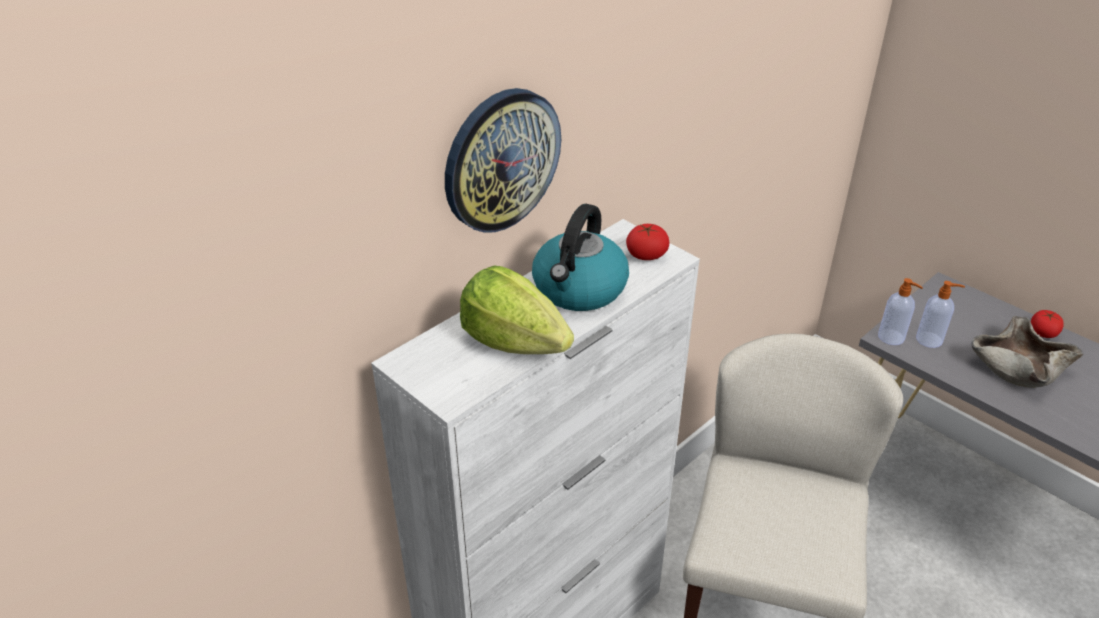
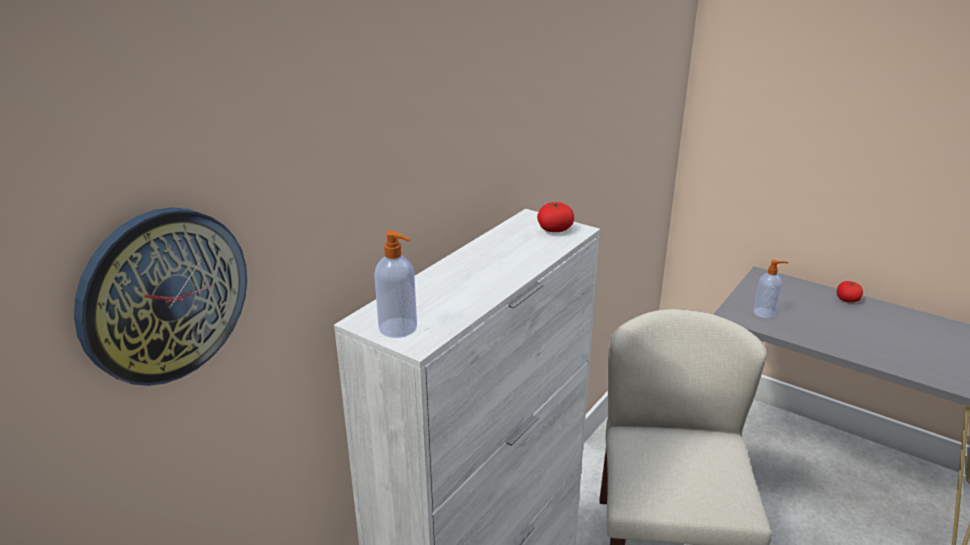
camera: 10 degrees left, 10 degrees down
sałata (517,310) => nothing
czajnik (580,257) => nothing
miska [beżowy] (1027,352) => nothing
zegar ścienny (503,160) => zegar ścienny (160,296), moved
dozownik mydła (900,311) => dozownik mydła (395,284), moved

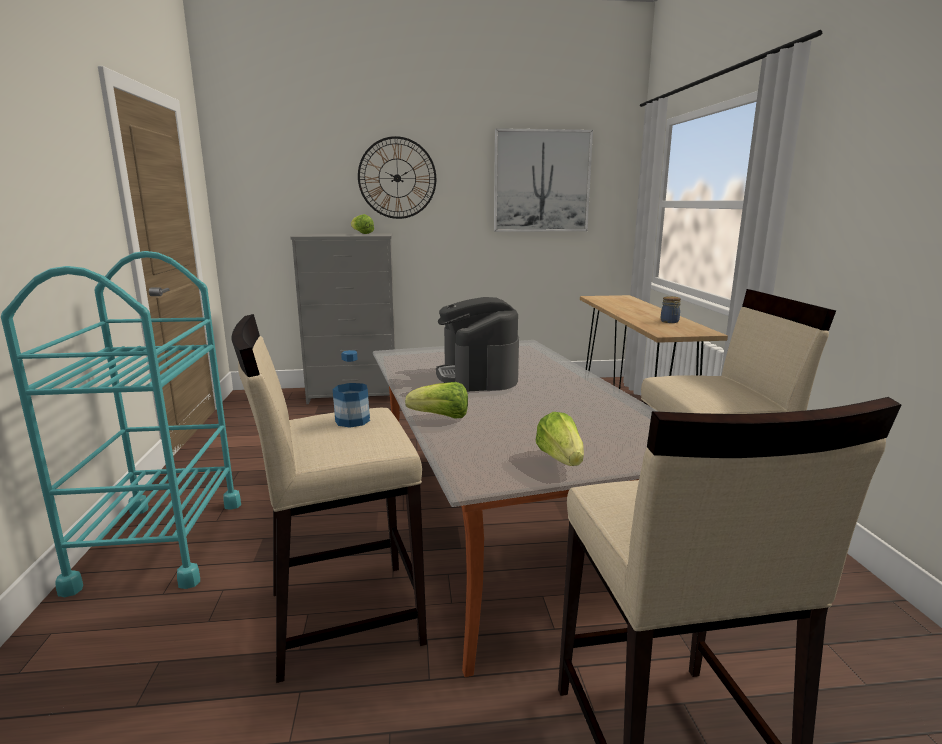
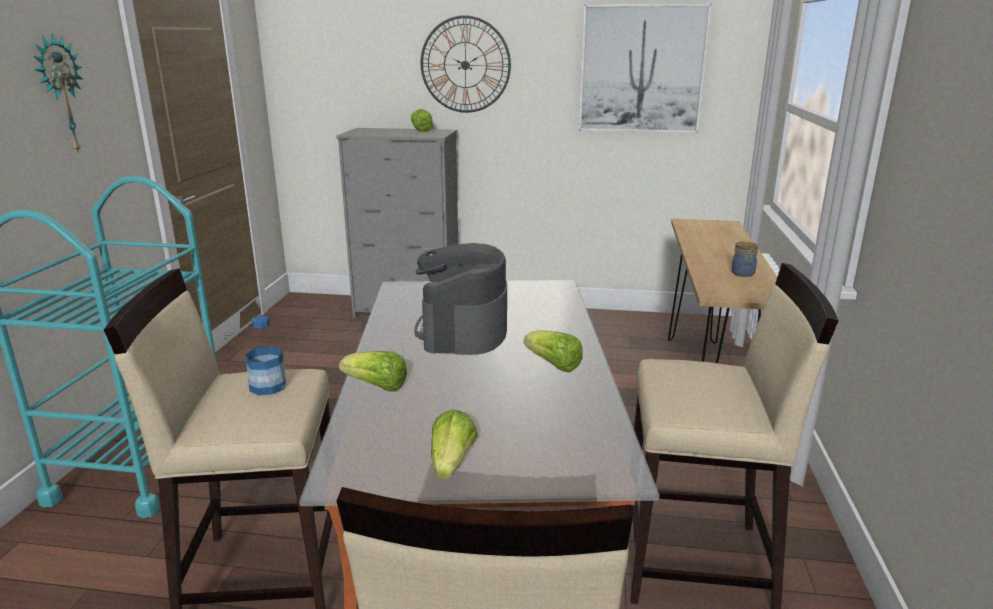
camera: 15 degrees right, 5 degrees up
nothing => zegar ścienny (58,94)
nothing => sałata (553,351)

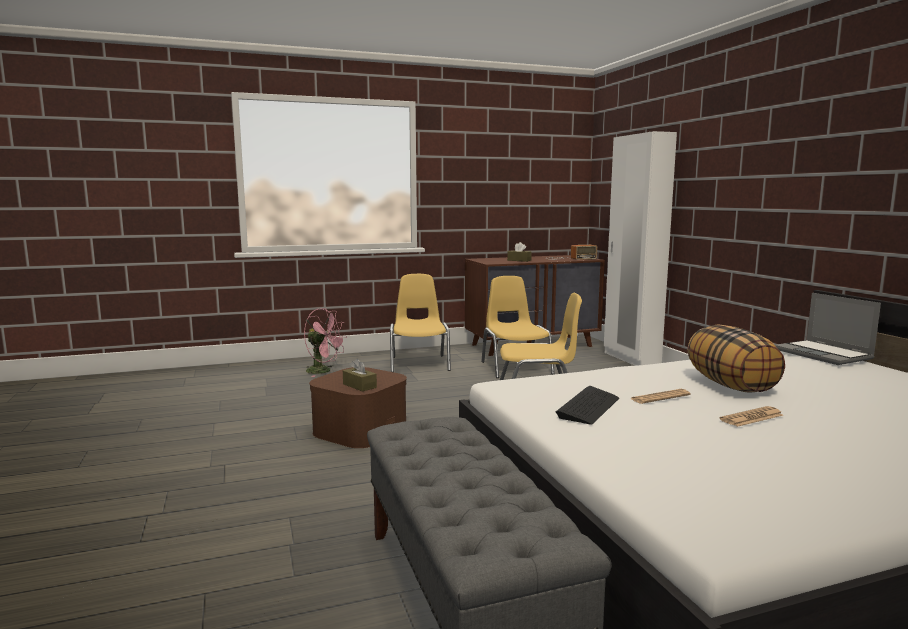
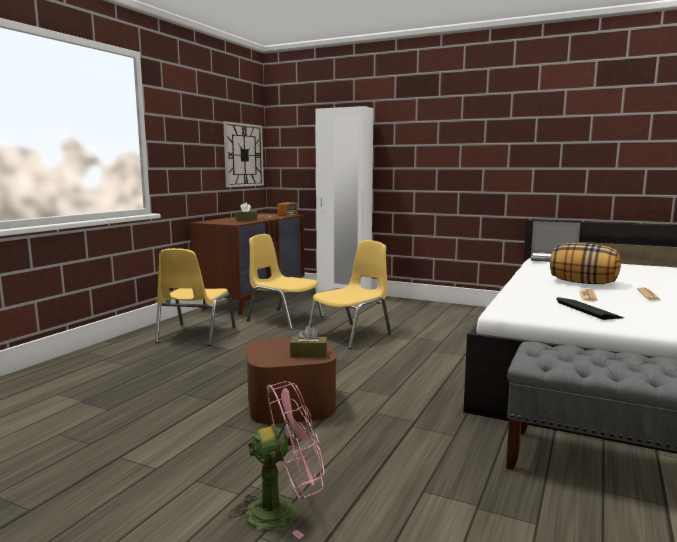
camera: 45 degrees left, 0 degrees up
nothing => zegar ścienny (243,154)
wentylator [różowy] (325,342) => wentylator [różowy] (276,460), moved
krzesło [żółty] (420,323) => krzesło [żółty] (195,297), 120 degrees counterclockwise

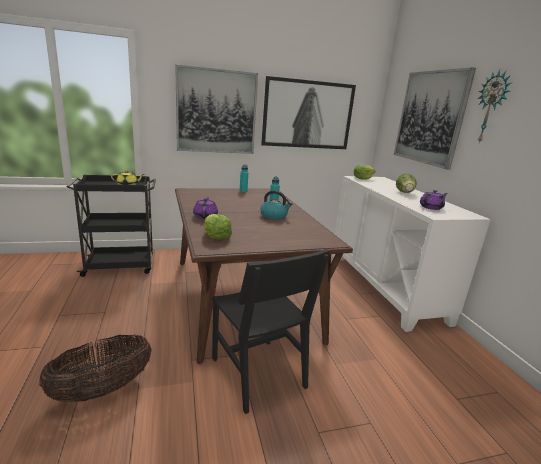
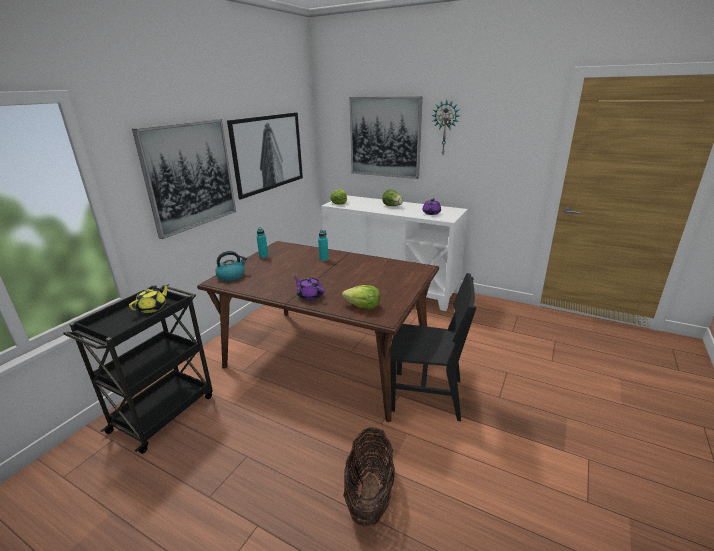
camera: 45 degrees left, 5 degrees up
czajnik (276,205) => czajnik (231,266), moved

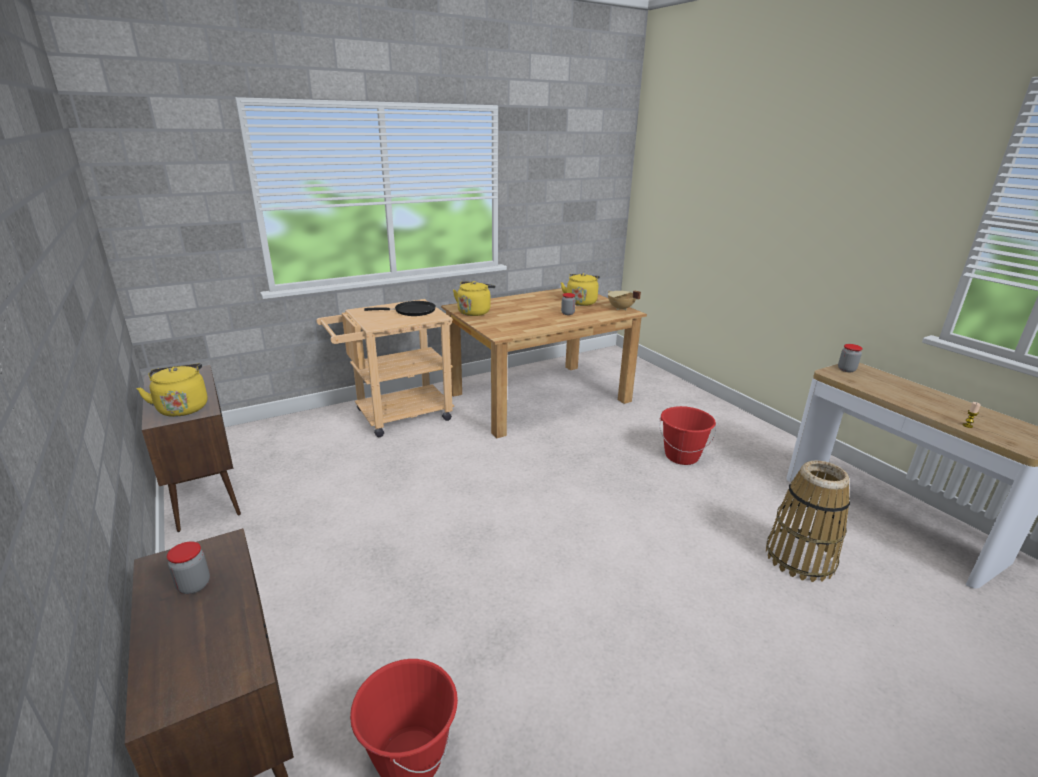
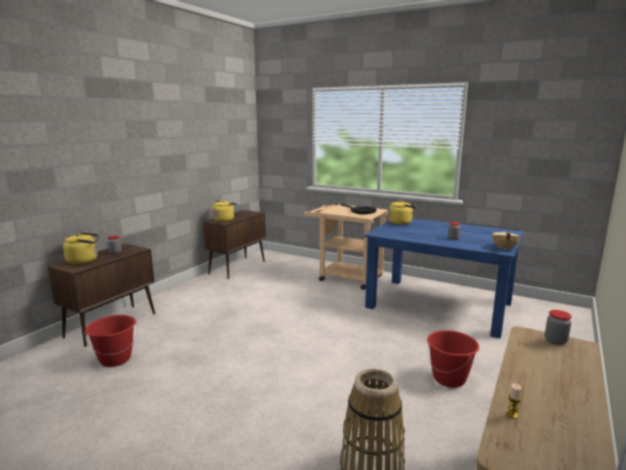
camera: 60 degrees right, 10 degrees down
czajnik [żółty] (580,289) => czajnik [żółty] (81,248), moved
stół jadalny [brązowy] (544,363) => stół jadalny [niebieski] (444,278)

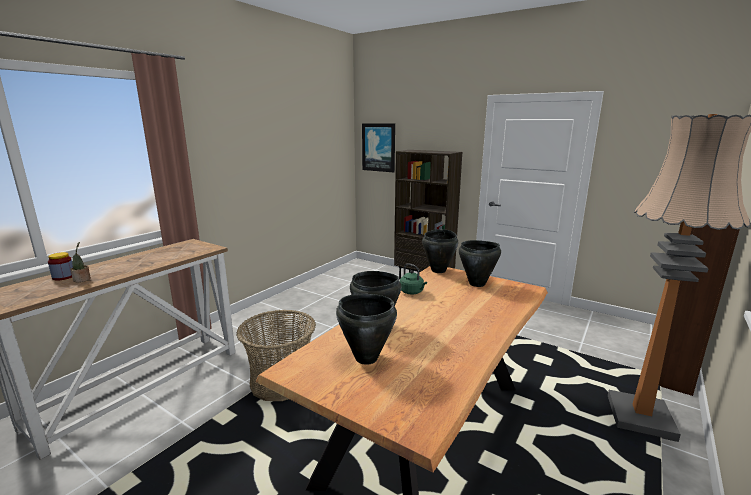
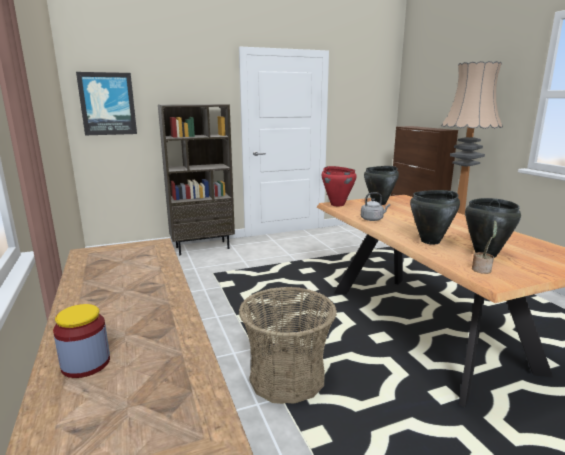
camera: 55 degrees left, 0 degrees up
roślina doniczkowa (80,262) => roślina doniczkowa (485,247), moved
czajnik [zielony] (413,278) => czajnik [szary] (375,206)
garnek [czarny] (440,251) => garnek [czerwony] (339,186)

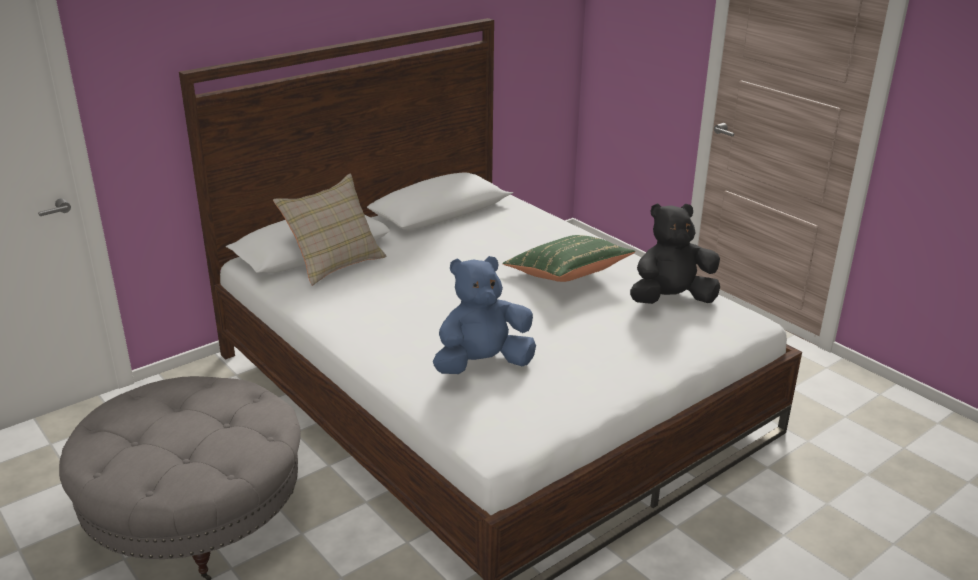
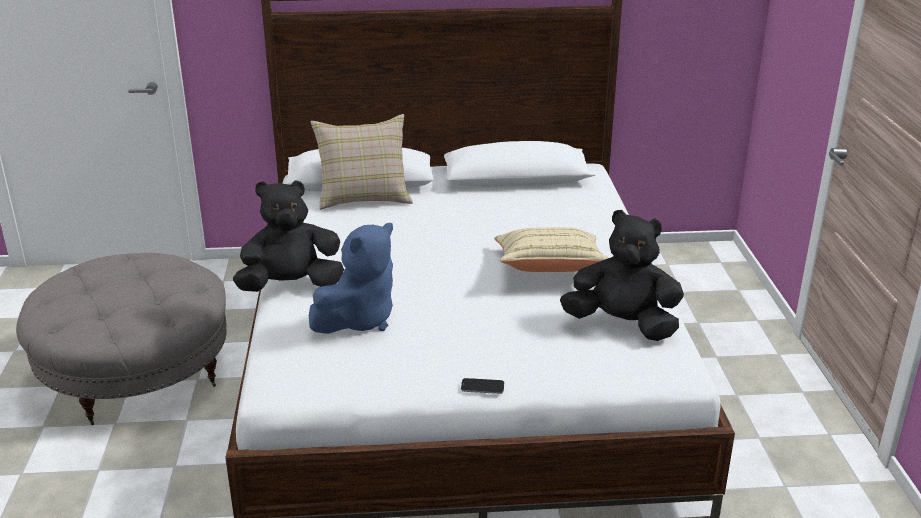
camera: 35 degrees right, 0 degrees up
nothing => pluszak [czarny] (288,236)
nothing => telefon (482,386)
poduszka [zielony] (569,258) => poduszka [beżowy] (551,249)
pluszak [niebieski] (484,315) => pluszak [niebieski] (351,278), 120 degrees clockwise

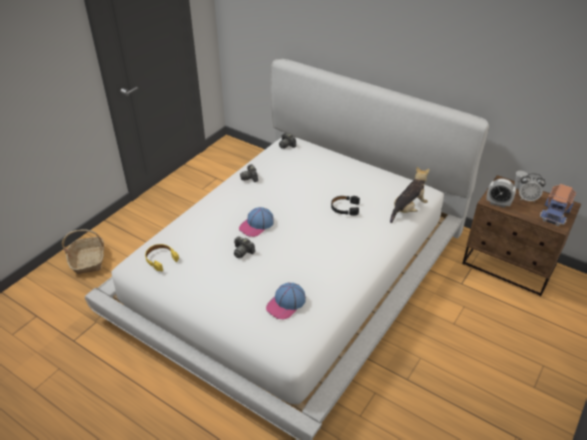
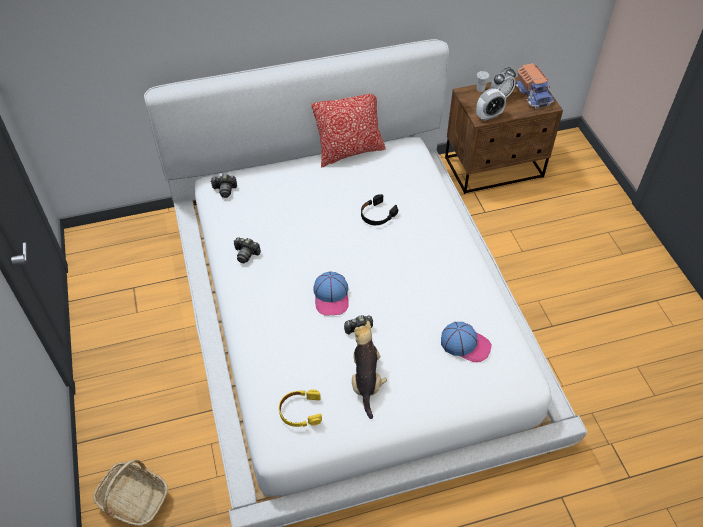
camera: 50 degrees left, 10 degrees up
nothing => poduszka (348,131)
pluszak (410,195) => pluszak (369,370), moved
czapka z daszkiem (286,301) => czapka z daszkiem (466,342), 60 degrees counterclockwise

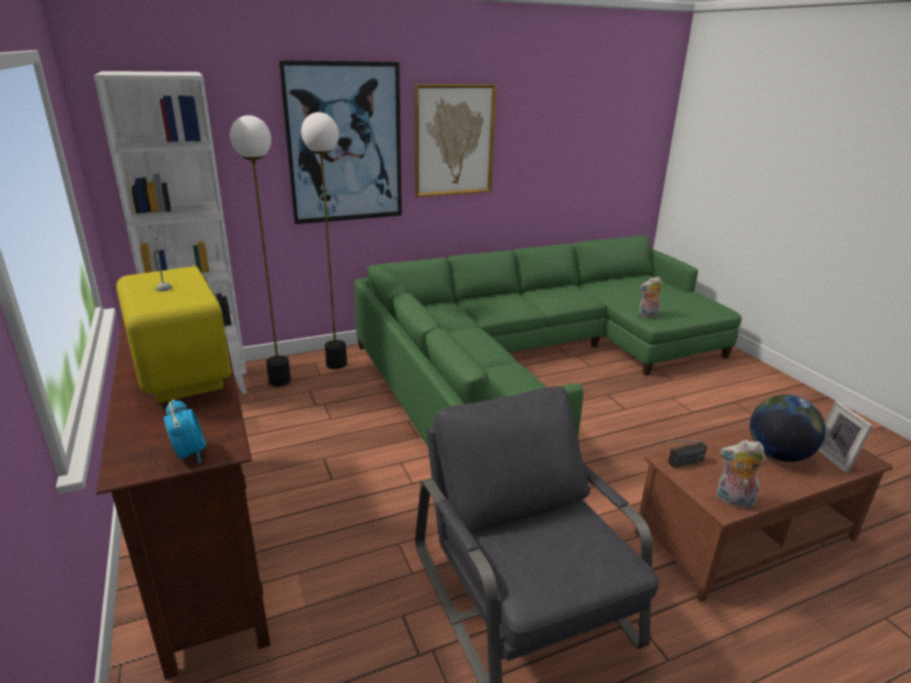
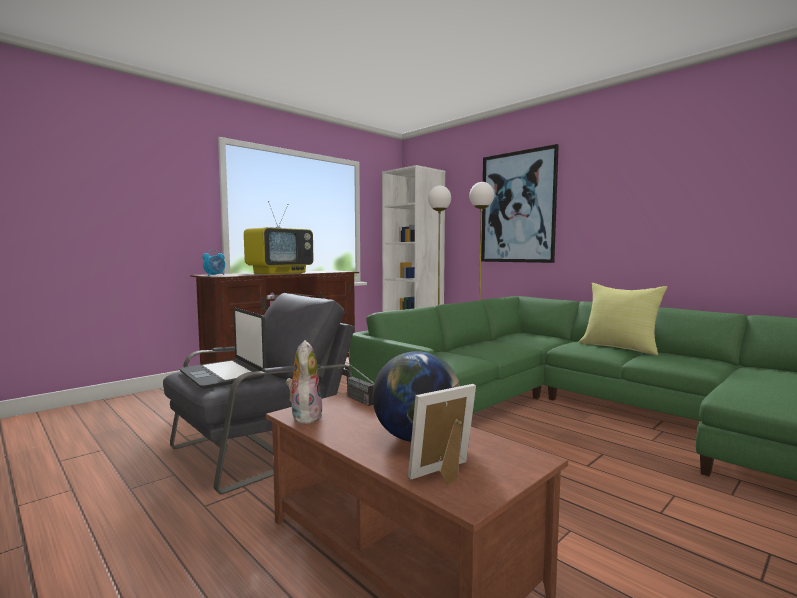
camera: 70 degrees right, 20 degrees down
obraz (456,140) => nothing
pluszak (650,297) => nothing
nothing => laptop (223,348)
nothing => poduszka [żółty] (623,319)

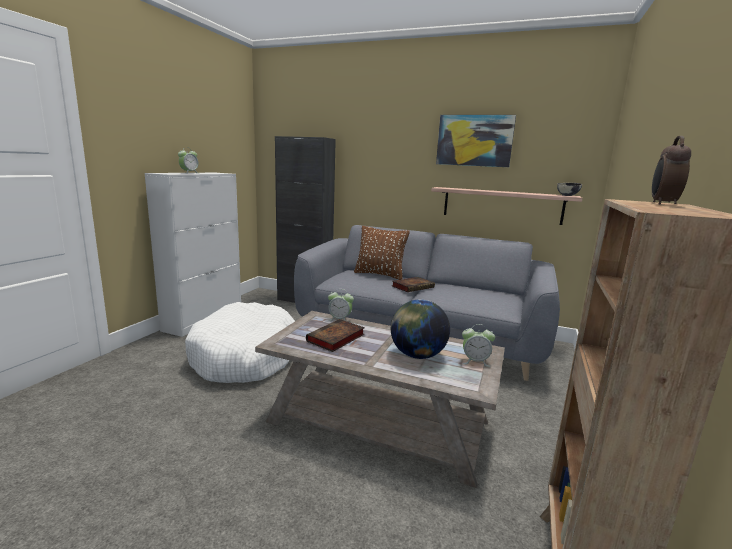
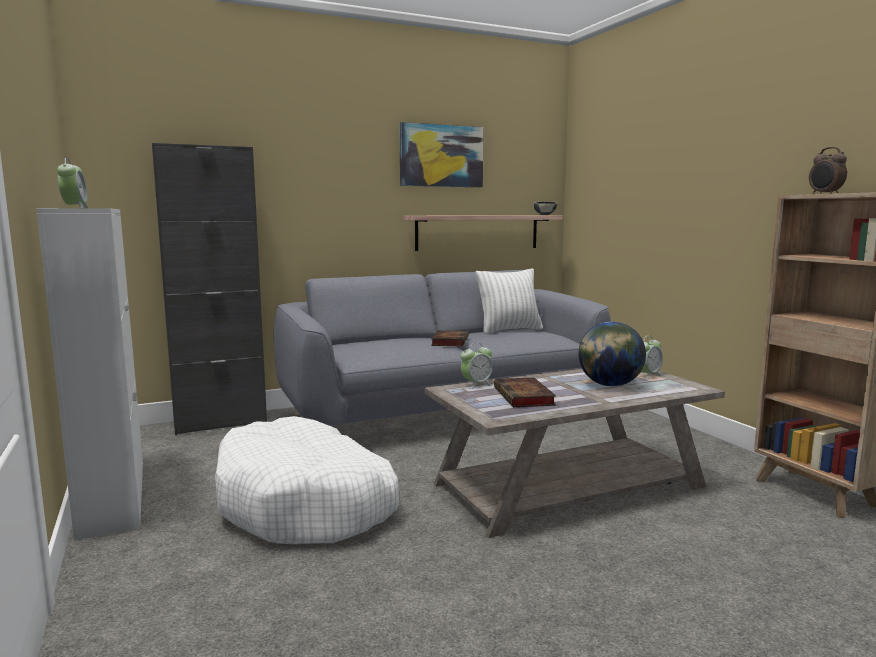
camera: 45 degrees left, 5 degrees down
poduszka [brązowy] (382,253) => nothing
nothing => poduszka [biały] (509,301)

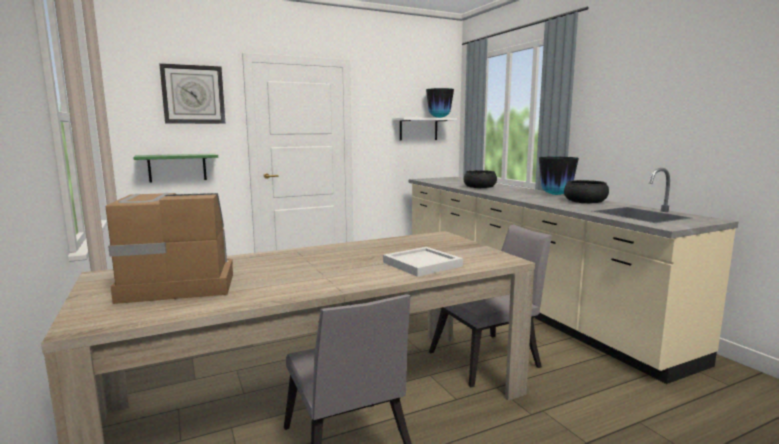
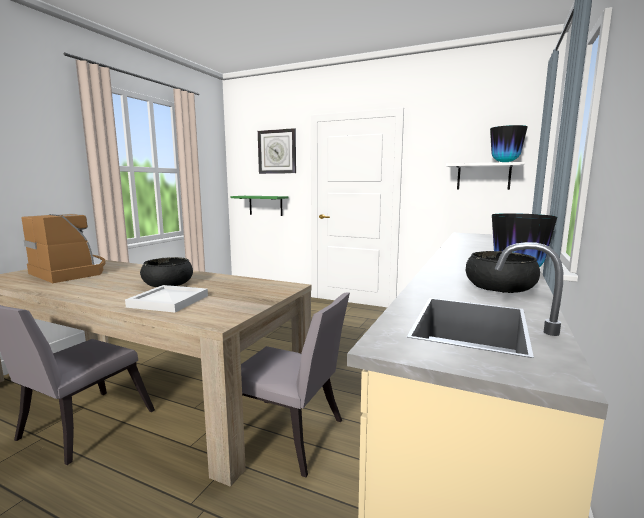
camera: 50 degrees right, 0 degrees up
miska [czarny] (480,179) => miska [czarny] (166,272), moved

